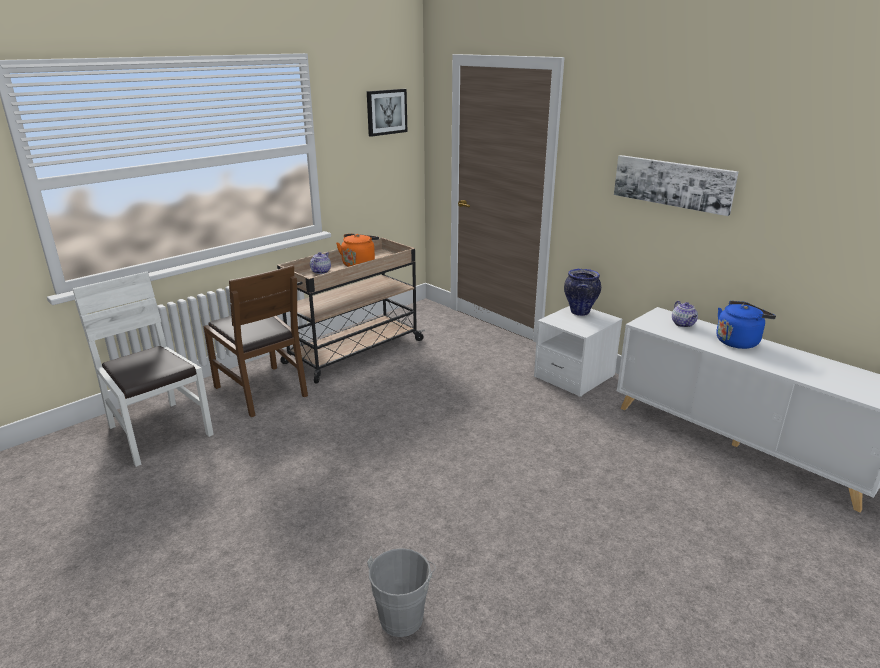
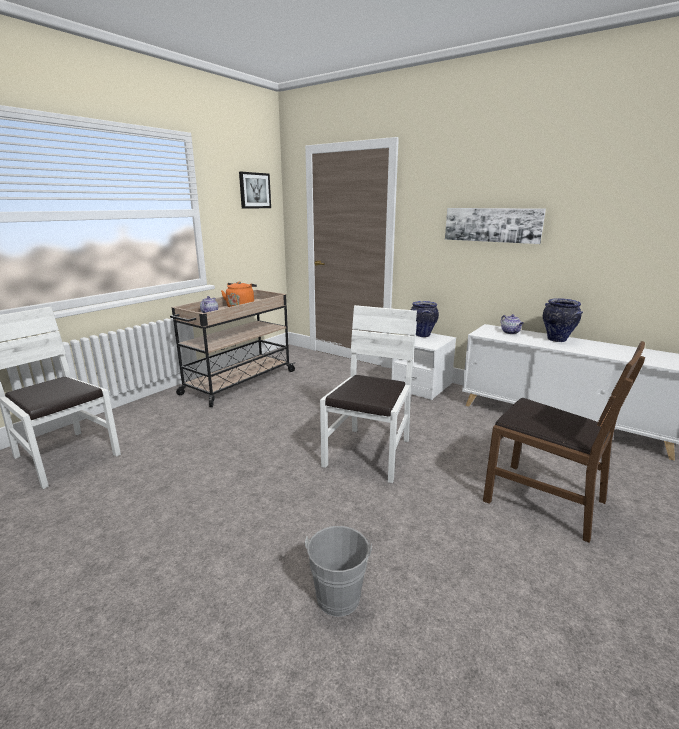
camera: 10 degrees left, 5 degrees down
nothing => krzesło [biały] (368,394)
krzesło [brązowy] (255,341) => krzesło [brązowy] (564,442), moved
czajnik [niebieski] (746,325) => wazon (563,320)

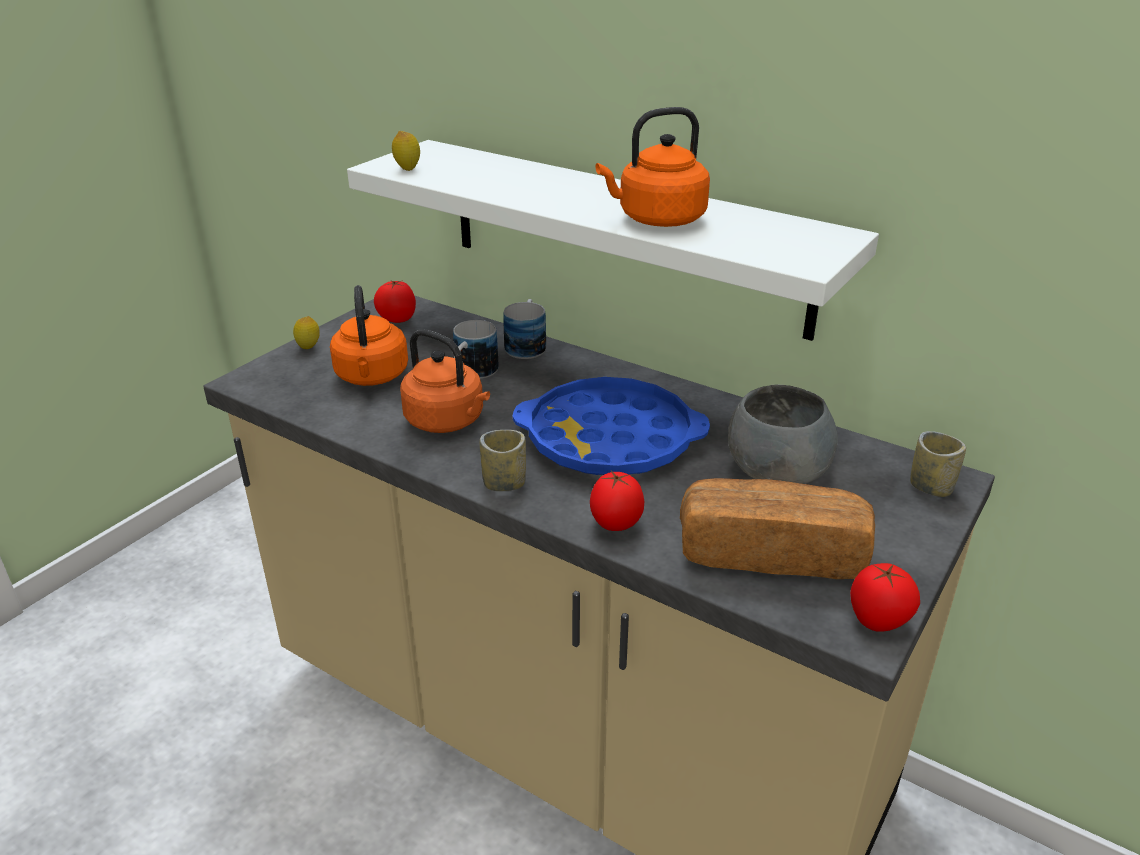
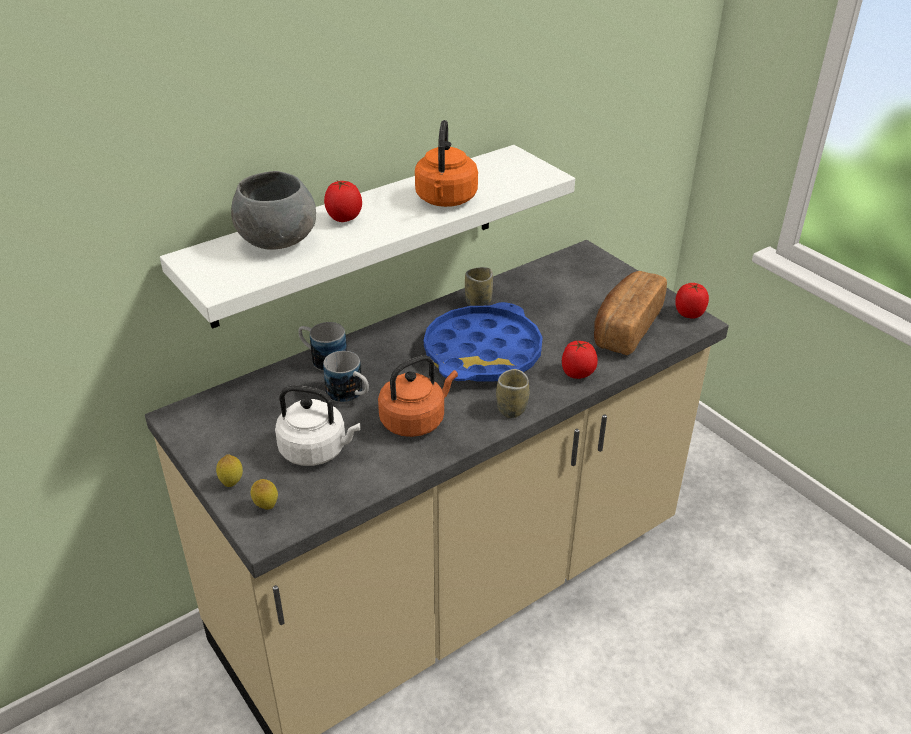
camera: 70 degrees left, 5 degrees up
pomidor (395,301) => pomidor (343,201), moved
cytryna (406,151) => cytryna (264,494), moved
miska [szary] (783,434) => miska [szary] (273,210), moved
filiżanka (938,464) => filiżanka (479,286), moved
czajnik [pomarańczowy] (369,335) => czajnik [biały] (317,425)

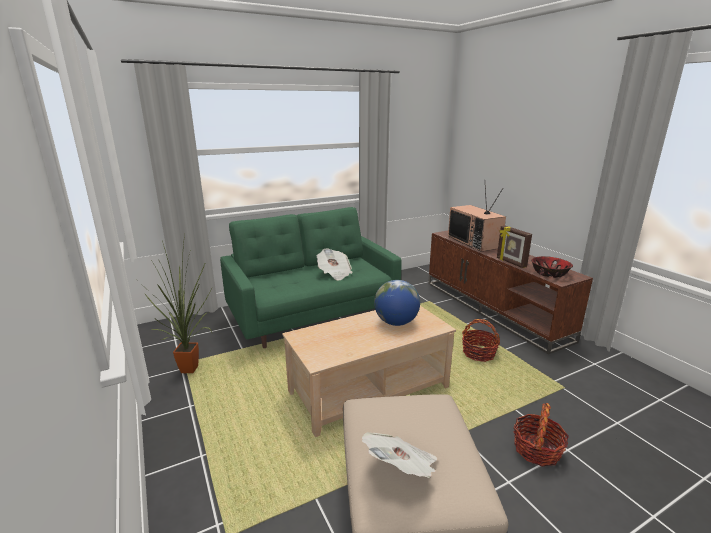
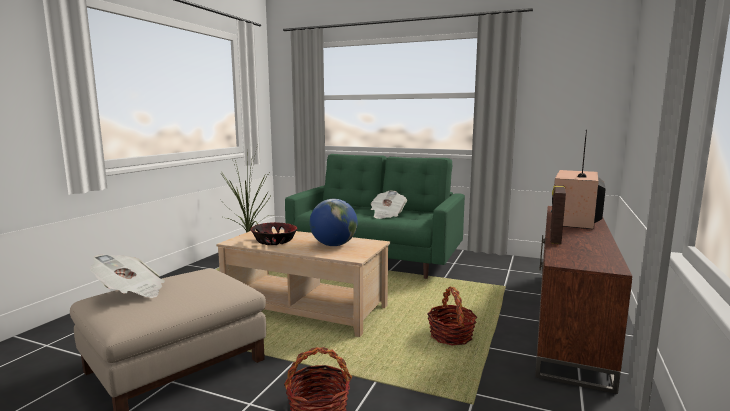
camera: 50 degrees right, 10 degrees down
miska (552,267) => miska (274,233), moved

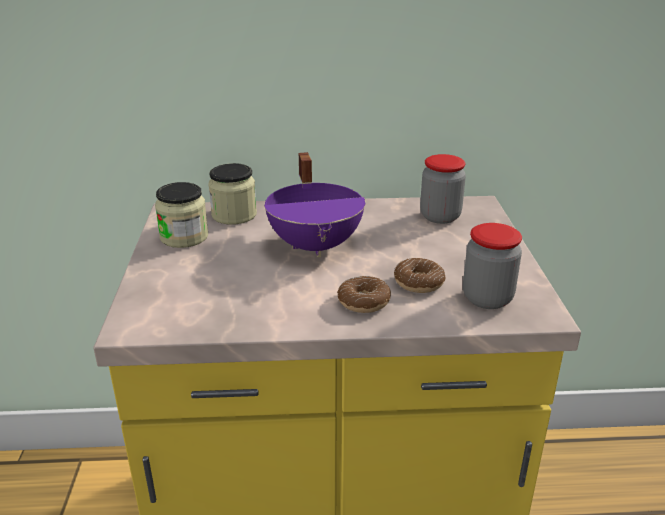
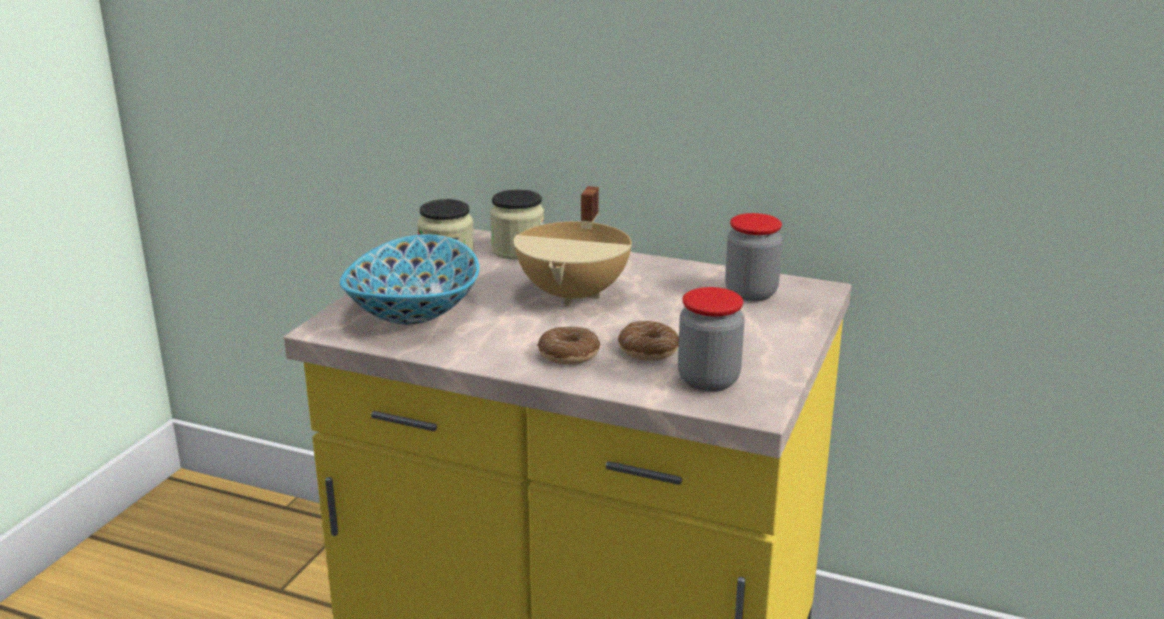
camera: 25 degrees right, 5 degrees down
nothing => miska (409,279)
garnek [fioletowy] (314,204) => garnek [beżowy] (573,246)

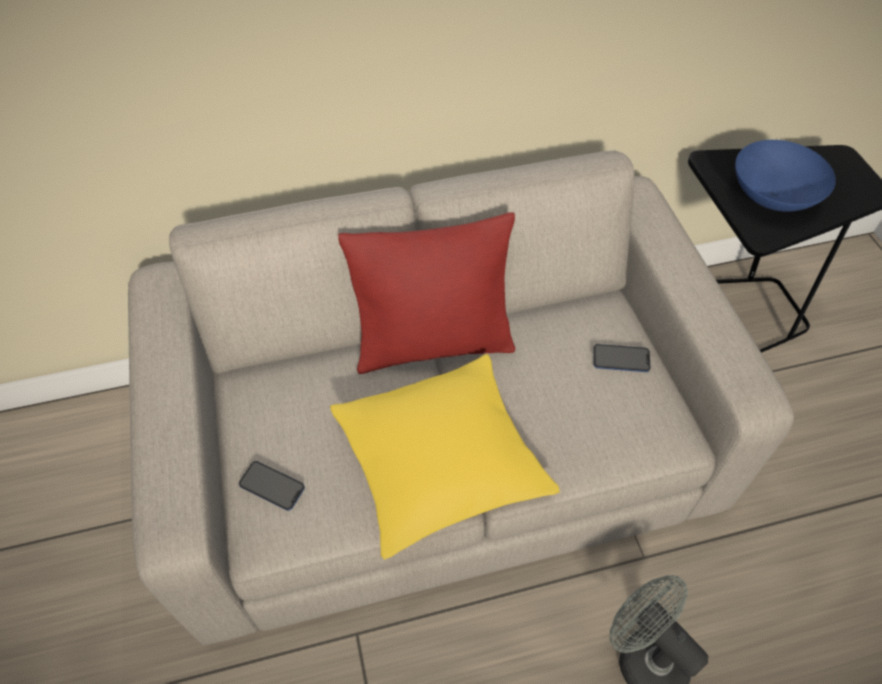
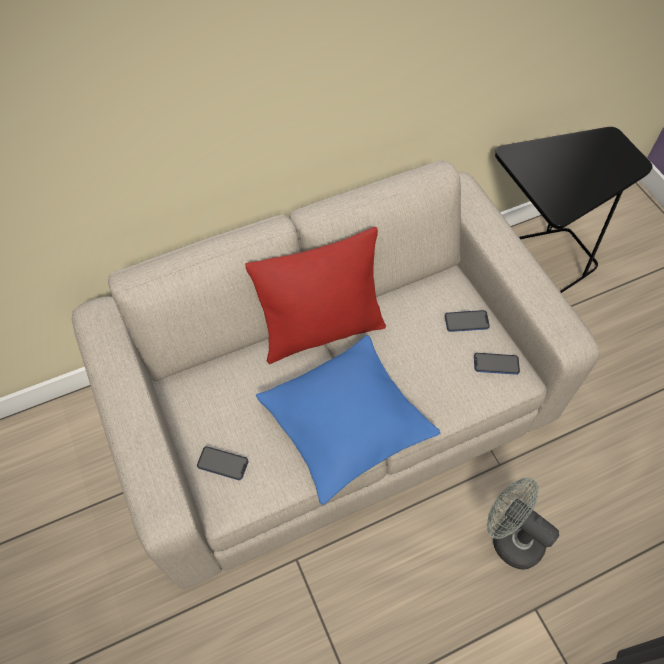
camera: 10 degrees left, 5 degrees up
miska [niebieski] (785,176) => nothing
nothing => telefon (497,364)
poduszka [żółty] (445,457) => poduszka [niebieski] (348,420)

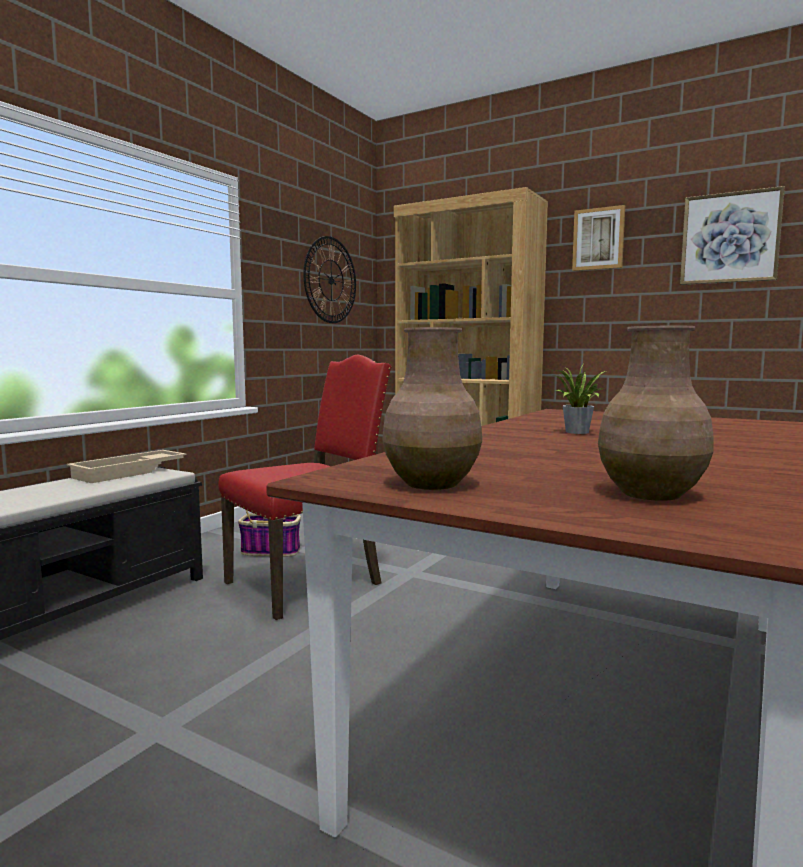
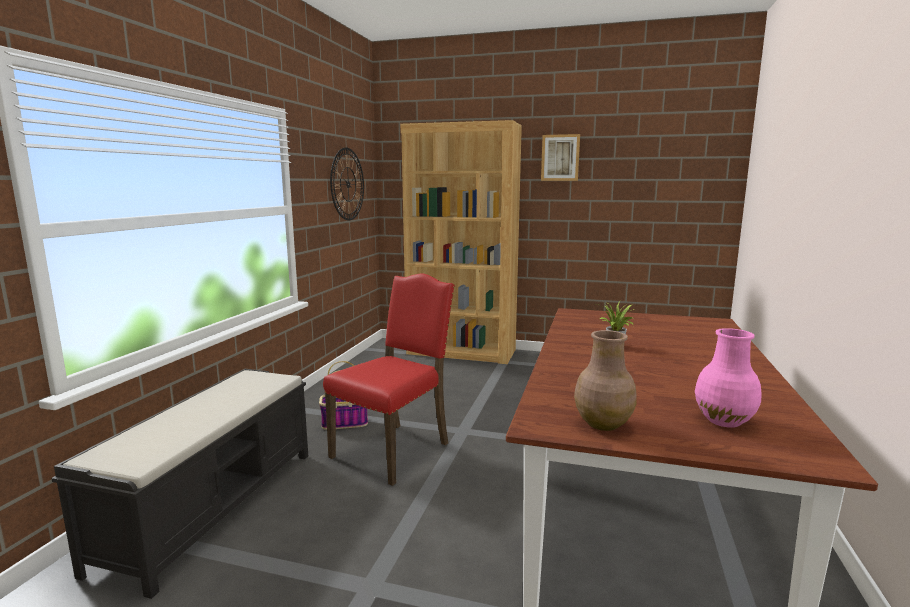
camera: 15 degrees left, 5 degrees up
taca [beżowy] (126,466) => nothing
obraz (732,235) => nothing
wazon [brązowy] (656,413) => wazon [różowy] (728,378)

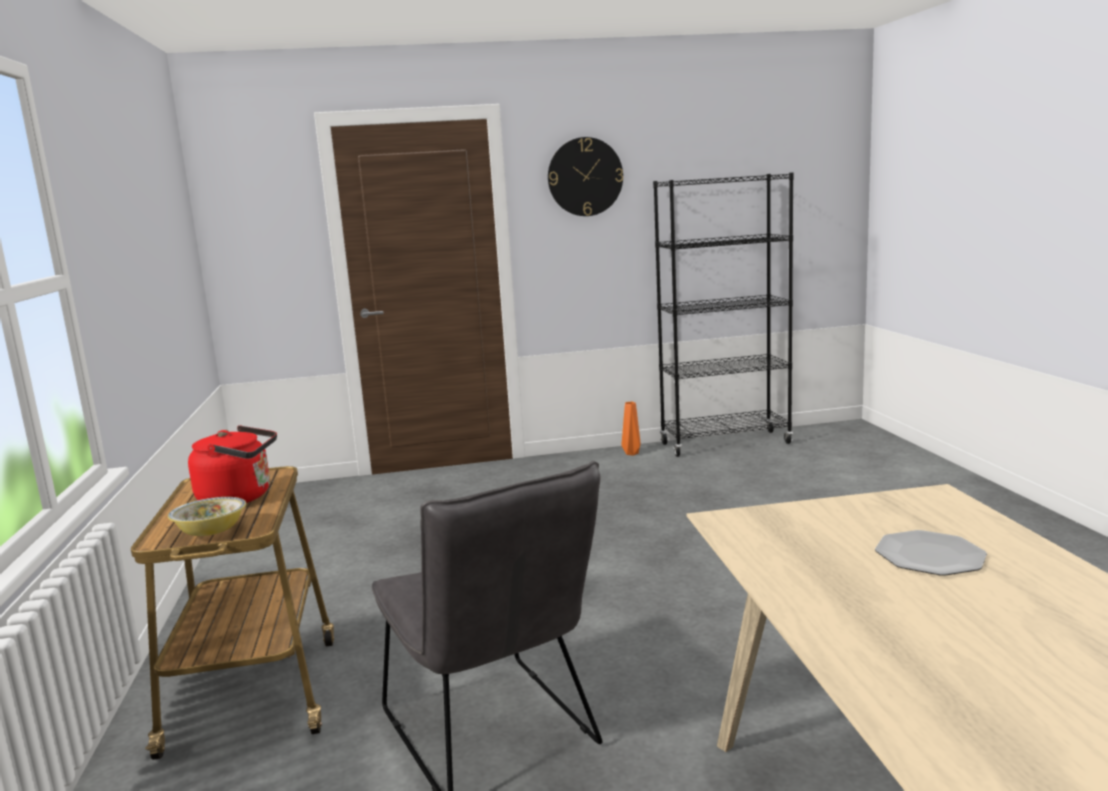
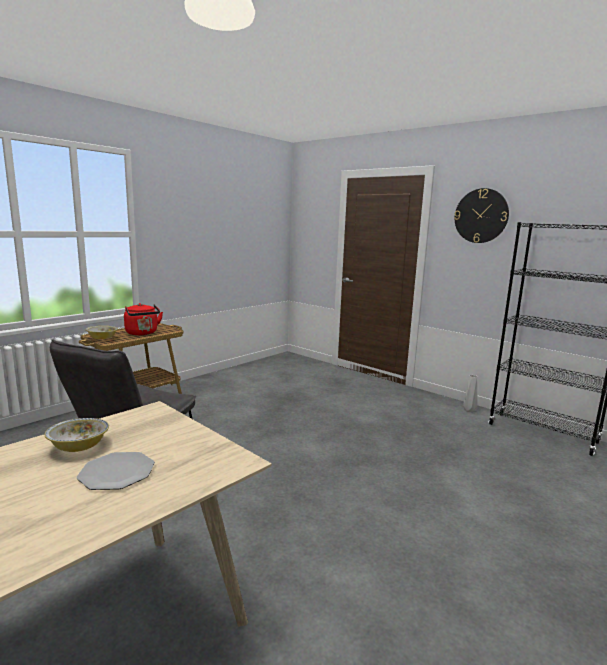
camera: 50 degrees right, 0 degrees up
nothing => miska (77,435)
wazon [pomarańczowy] (631,429) => wazon [szary] (470,393)

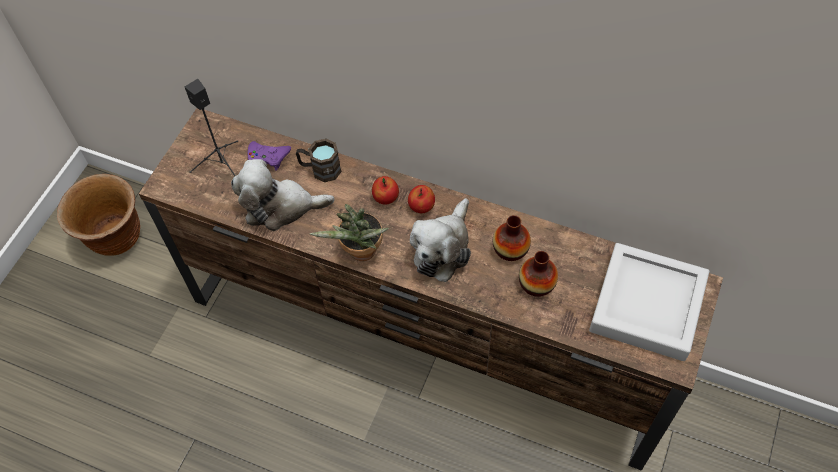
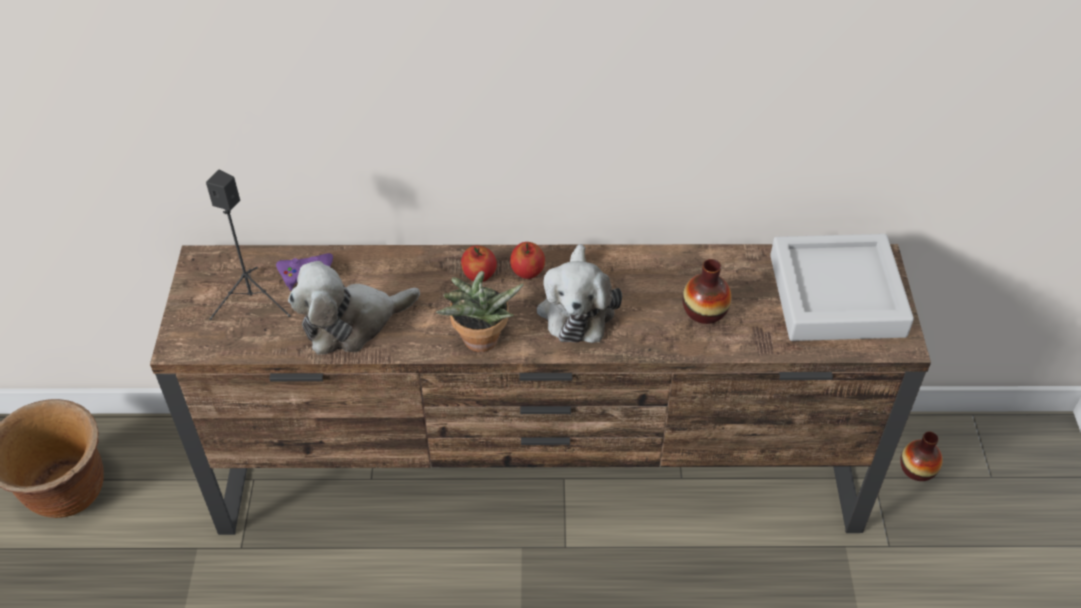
camera: 25 degrees left, 10 degrees down
kubek [brązowy] (319,160) => nothing
wazon (512,238) => wazon (921,456), moved

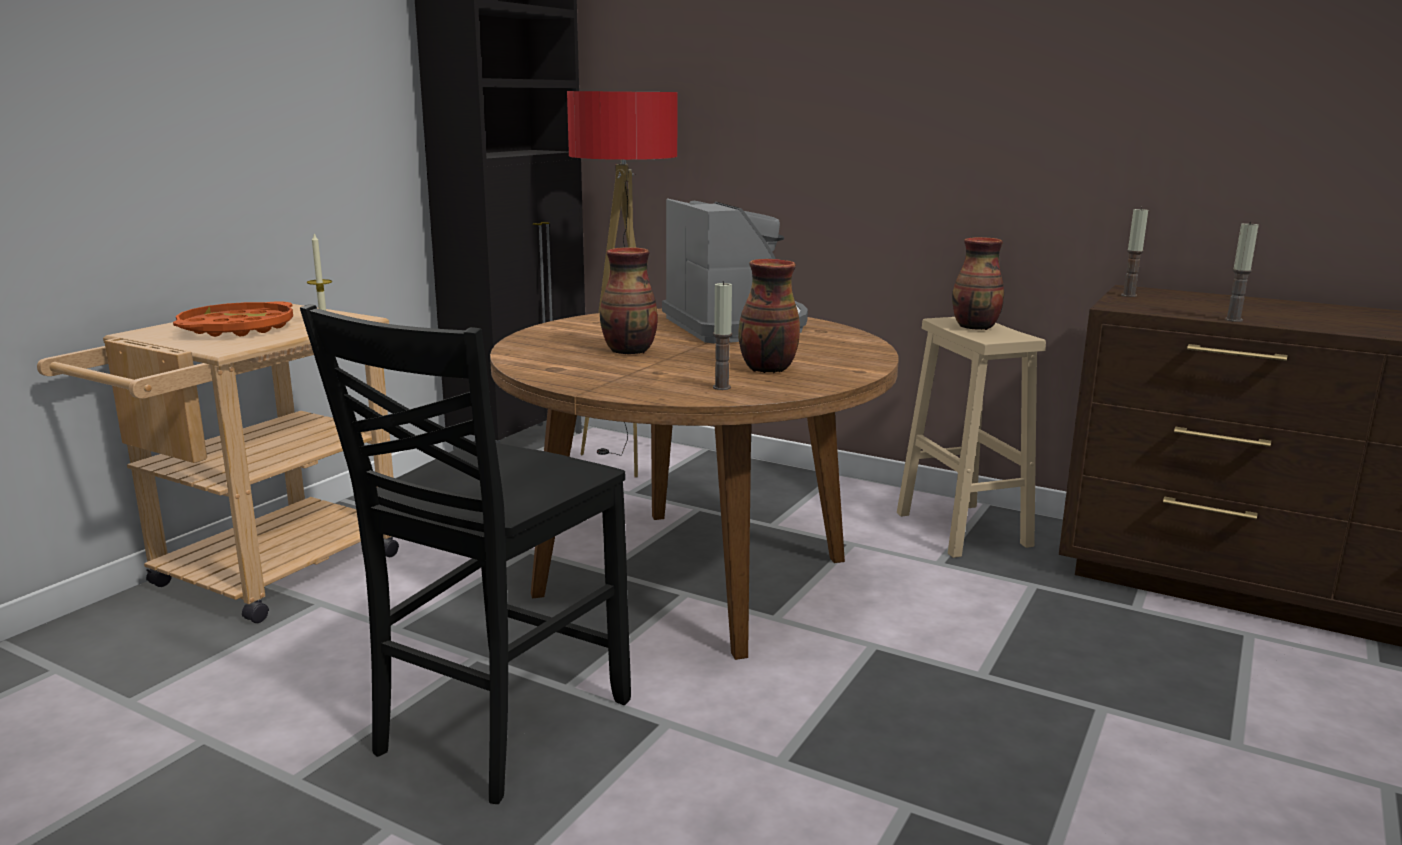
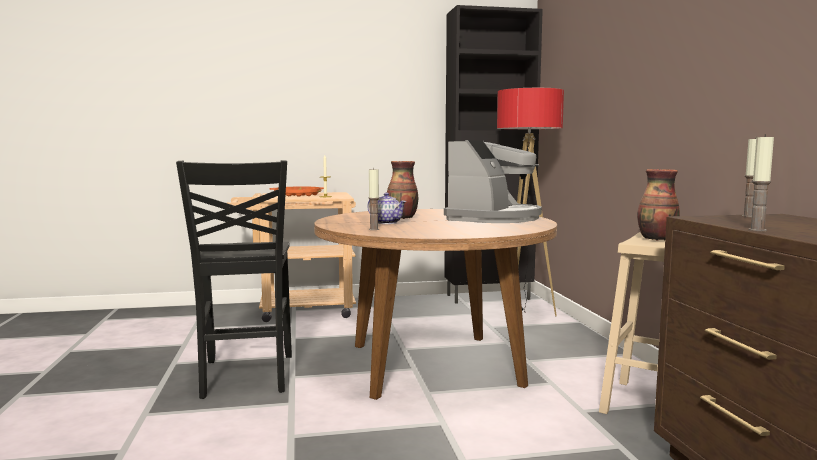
camera: 50 degrees right, 10 degrees down
wazon (769,316) => nothing
nothing => imbryk (386,208)
krzesło [czarny] (465,554) => krzesło [czarny] (234,279), 90 degrees counterclockwise

